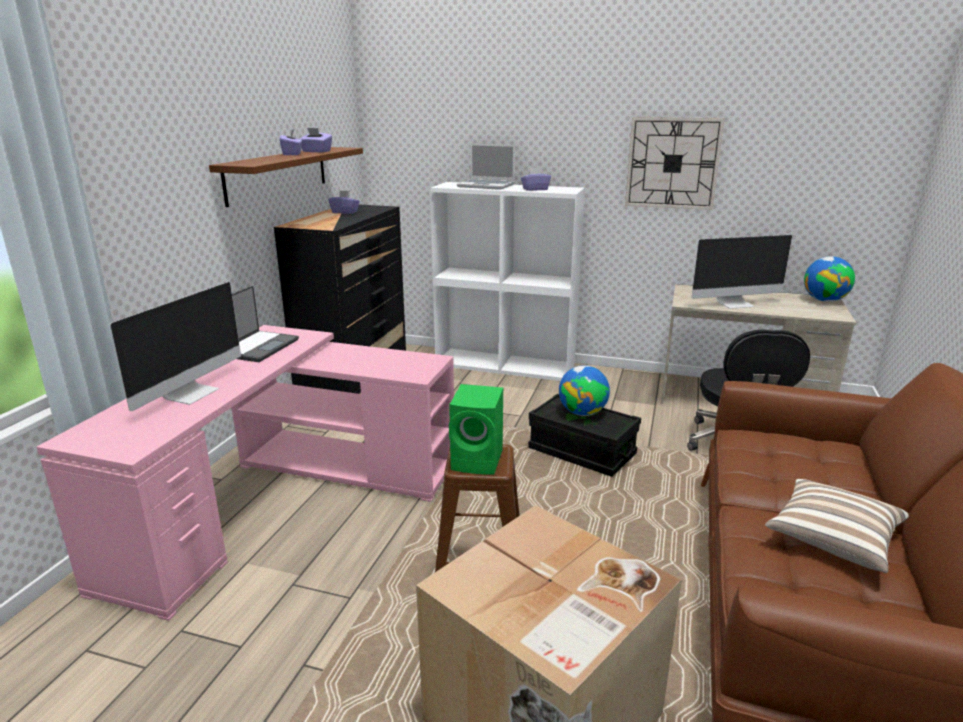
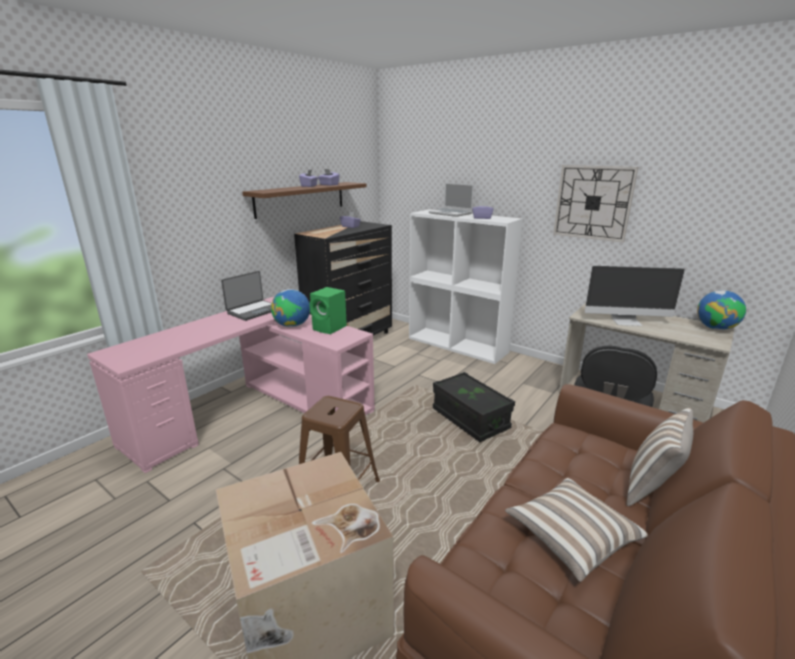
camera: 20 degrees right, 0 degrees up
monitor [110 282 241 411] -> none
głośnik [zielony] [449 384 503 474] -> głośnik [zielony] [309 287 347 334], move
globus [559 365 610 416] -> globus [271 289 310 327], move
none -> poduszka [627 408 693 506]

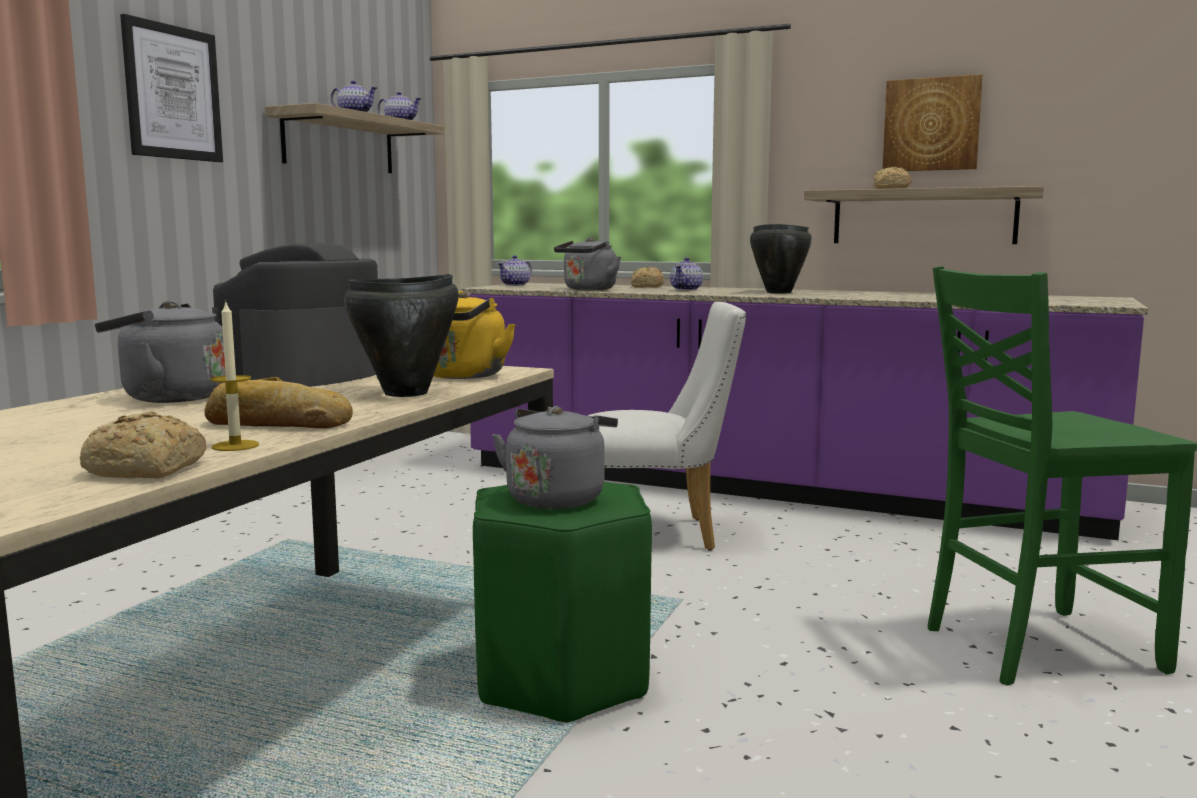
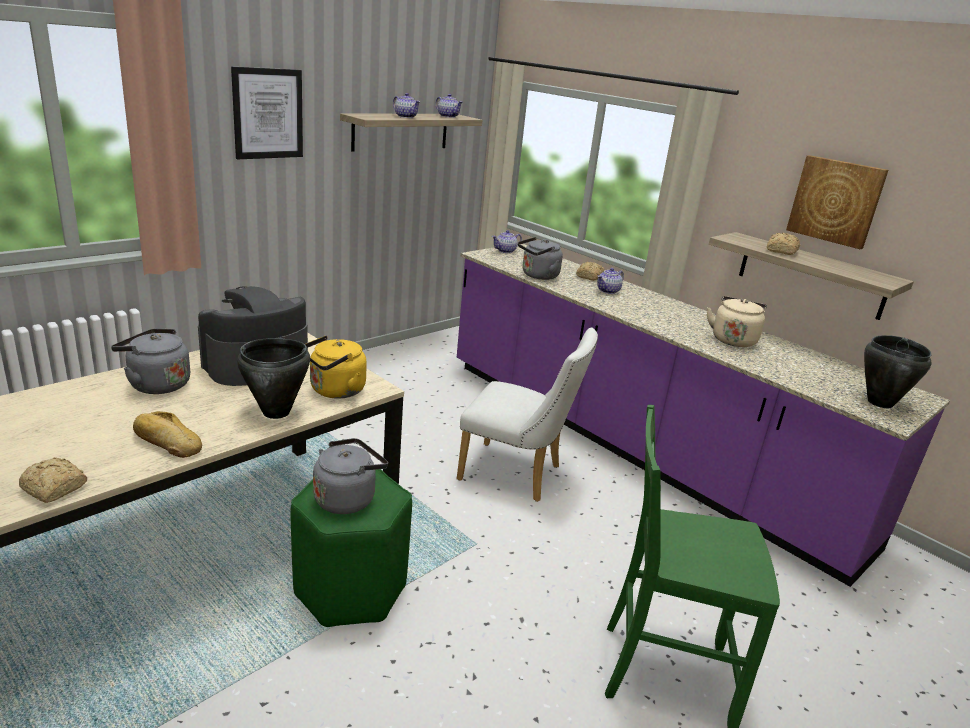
camera: 20 degrees right, 15 degrees up
świeca [210 301 259 451] -> none
garnek [czarny] [750 224 812 293] -> garnek [czarny] [864 335 932 408], move
none -> czajnik [beżowy] [707 296 767 347]

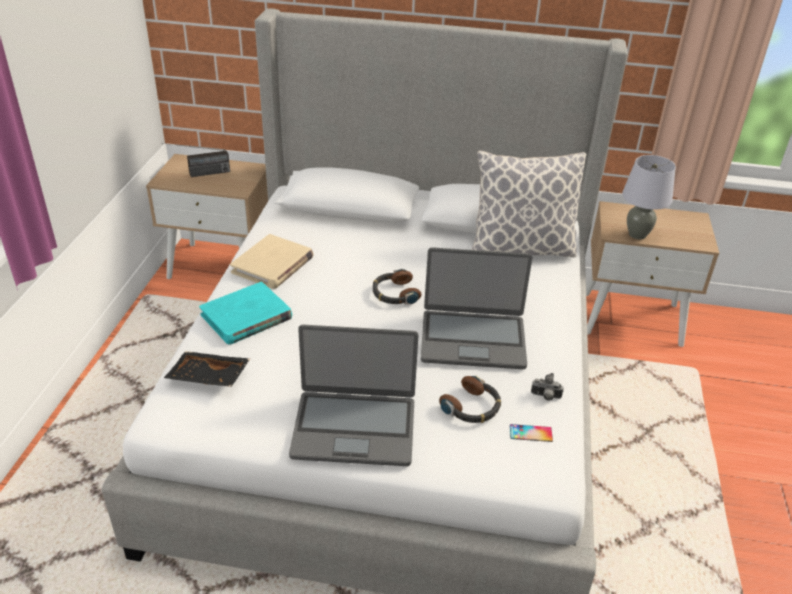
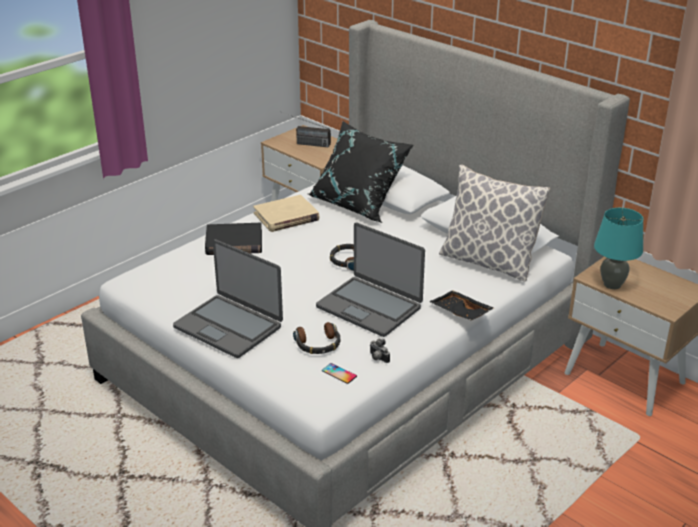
camera: 35 degrees right, 5 degrees down
taca [czarny] [164 351 250 387] -> taca [czarny] [429 290 494 321], move
książka [turkusowy] [199 282 292 344] -> książka [czarny] [205 223 262 255]
lampa stołowa [szary] [622 155 676 239] -> lampa stołowa [turkusowy] [594 208 643 289]
none -> poduszka [czarny] [308 121 414 223]

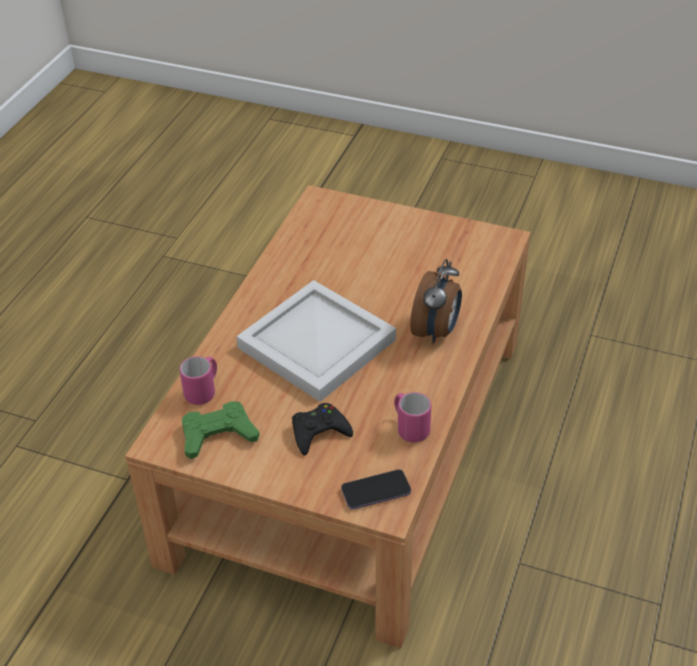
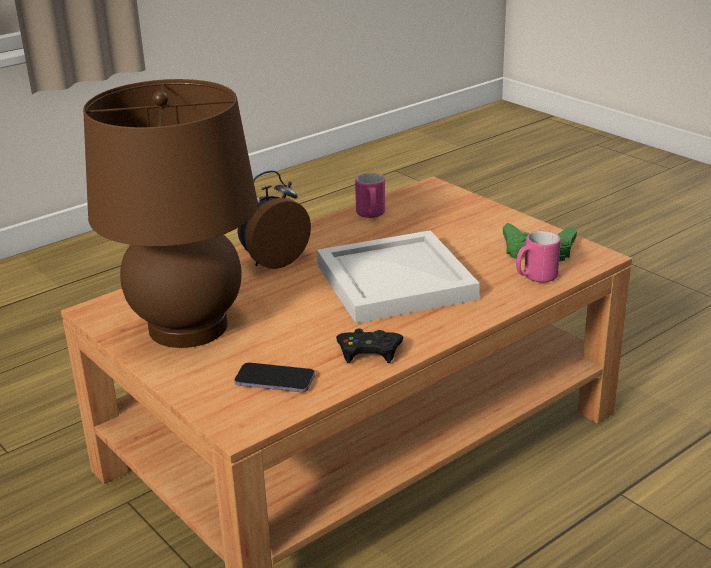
camera: 150 degrees left, 15 degrees down
pad do gier [czarny] [292 403 353 456] -> pad do gier [czarny] [336 329 403 363], move
telefon [341 470 411 510] -> telefon [234 363 315 392], move
none -> lampa stołowa [brązowy] [83 79 258 348]

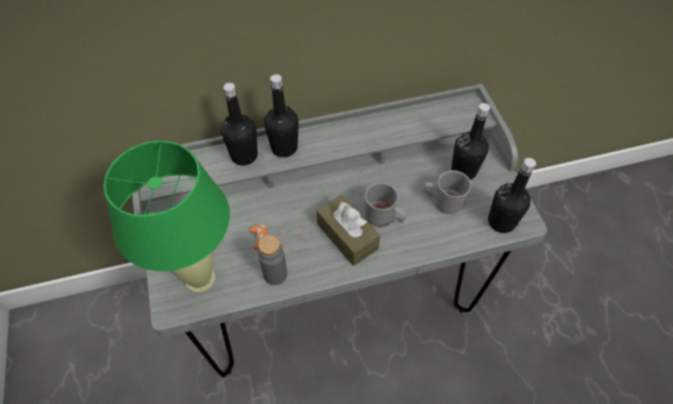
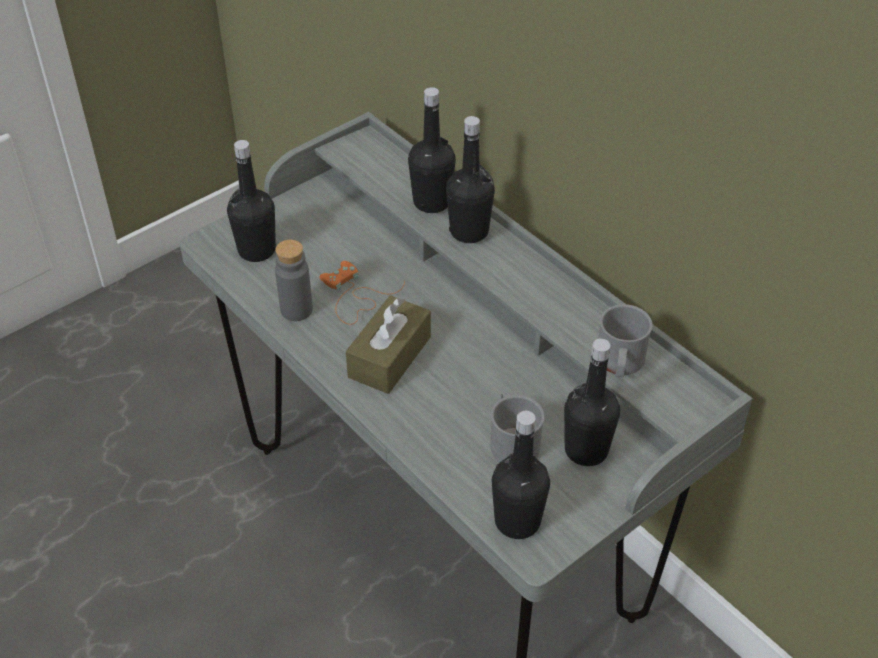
camera: 65 degrees right, 10 degrees down
lampa stołowa [zielony] [104 140 230 293] -> butelka [czarny] [227 140 276 262]
kubek [szary] [364 182 406 227] -> kubek [szary] [599 304 653 377], move

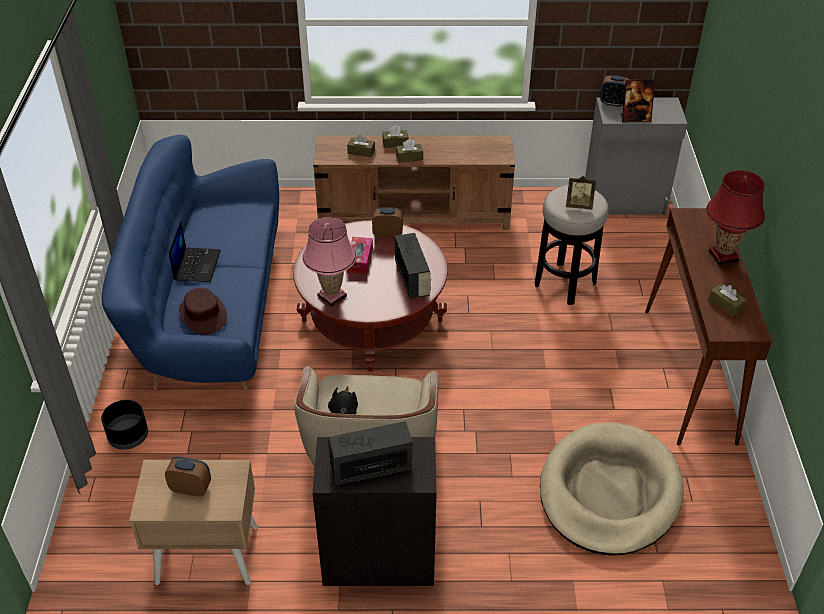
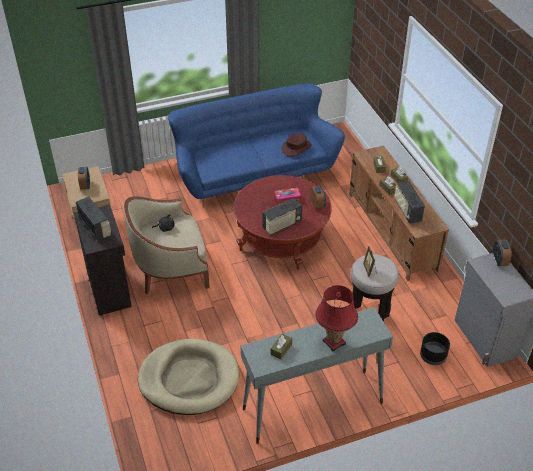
camera: 70 degrees right, 0 degrees up
donica [czarny] [101 400 148 450] -> donica [czarny] [420 332 450 365], move
laptop [169 221 221 282] -> none
kapelusz [brązowy] [179 288 227 335] -> kapelusz [brązowy] [281 133 312 157], move
lampa stołowa [różowy] [302 217 356 306] -> none
ramka na zdjęcie [621 79 655 122] -> none
stolik konsolowy [brązowy] [645 208 772 446] -> stolik konsolowy [szary] [240 307 393 444]
none -> radio [395 181 425 224]

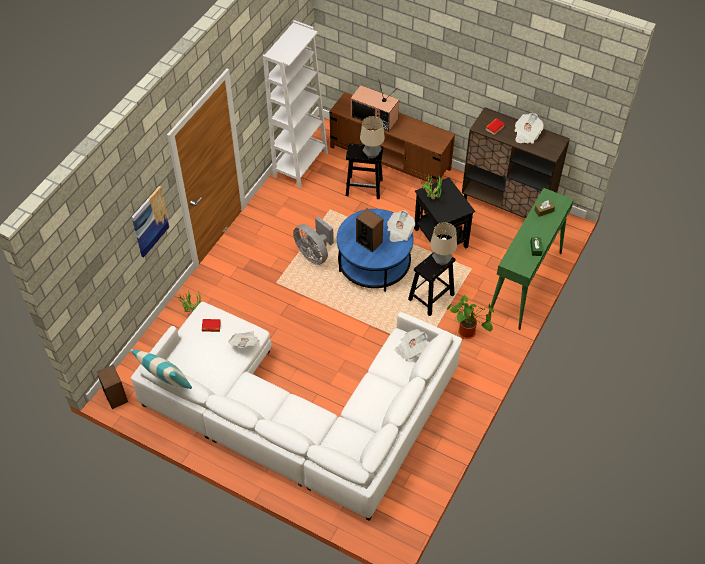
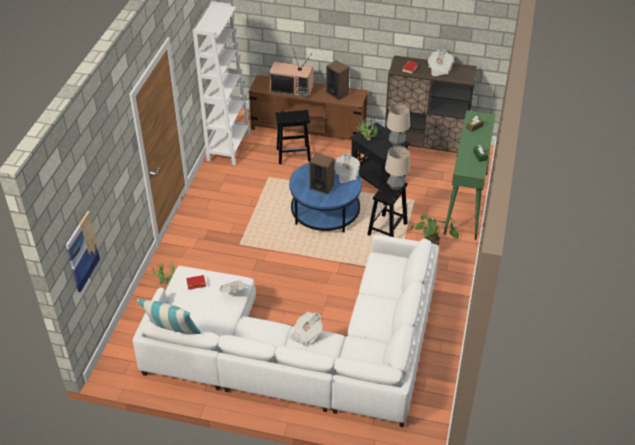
camera: 15 degrees left, 10 degrees down
głośnik [97 365 128 409] -> głośnik [326 60 350 100], move
obraz [132 186 170 257] -> obraz [66 211 101 292], move
wentylator [szary] [293 216 334 265] -> none
lampa stołowa [360 116 385 159] -> lampa stołowa [386 103 410 146], move
gazeta [395 329 428 361] -> gazeta [290 312 323 346], move

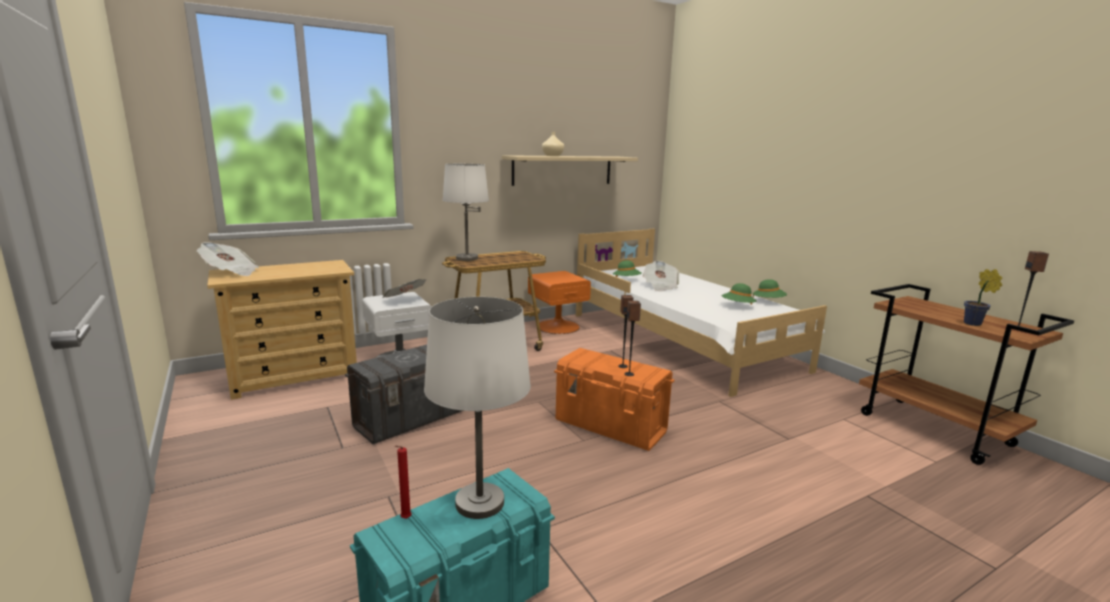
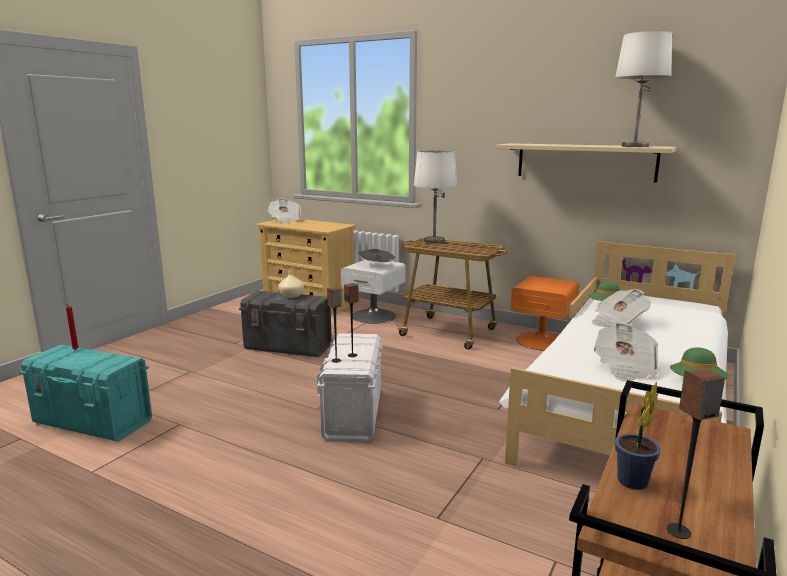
camera: 60 degrees right, 0 degrees up
lampa stołowa [biały] [424 297 531 519] -> lampa stołowa [biały] [615 31 672 147], move
wazon [beżowy] [542 132 564 156] -> wazon [beżowy] [278 270 304 298], move
pojemnik do przechowywania [pomarańczowy] [554 348 675 451] -> pojemnik do przechowywania [biały] [317 333 383 442]
kapelusz [zielony] [722 283 756 305] -> gazeta [594 322 659 382]

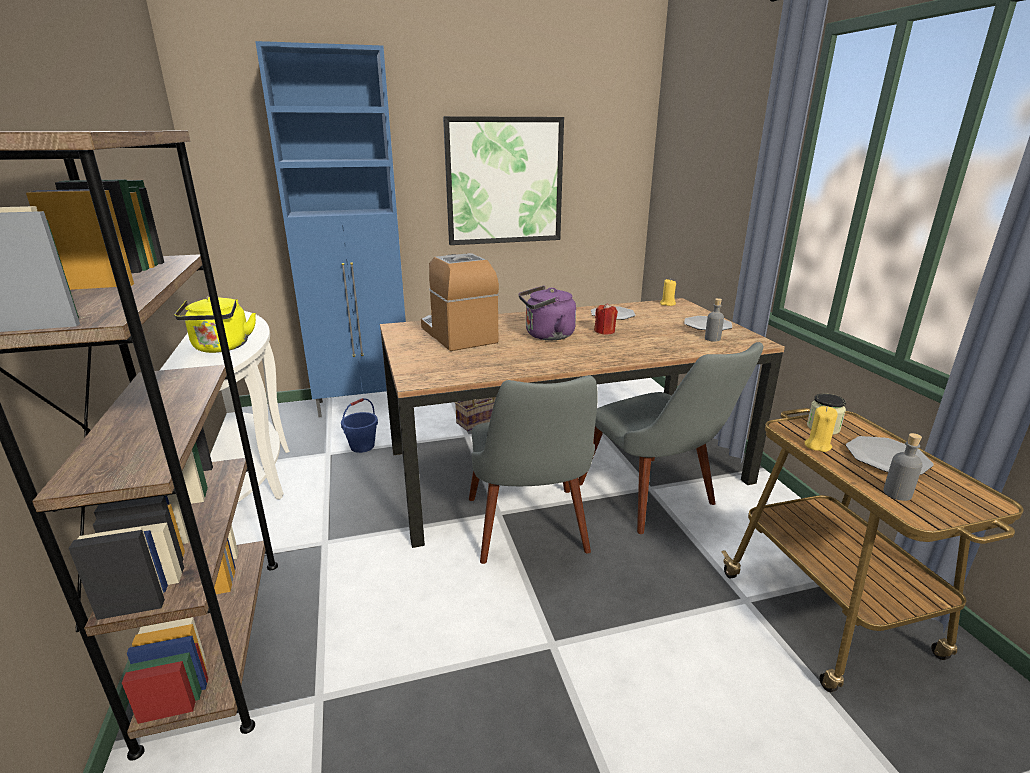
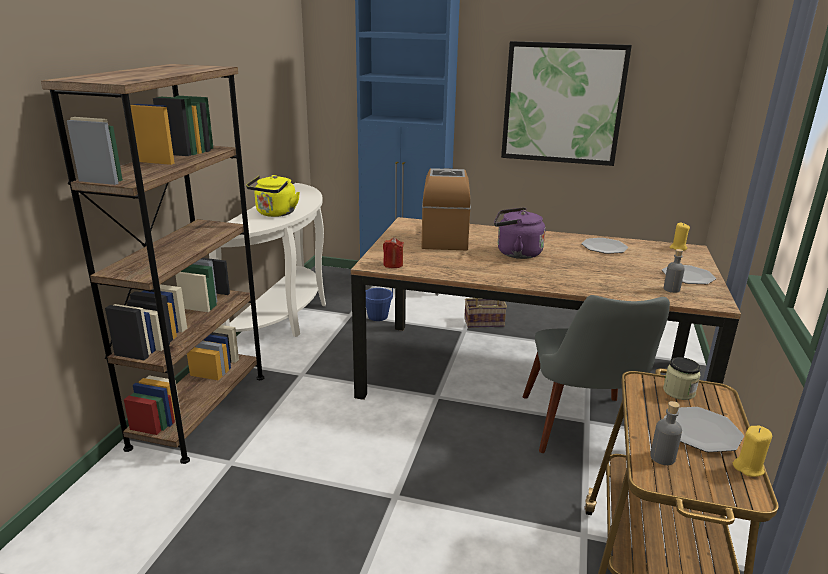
camera: 30 degrees right, 0 degrees up
krzesło [szary] [469 375 598 564] -> none
świeca [czerwony] [594 303 618 335] -> świeca [czerwony] [383 237 404 268], move
świeca [żółty] [805 406 837 452] -> świeca [żółty] [733 425 772 477], move

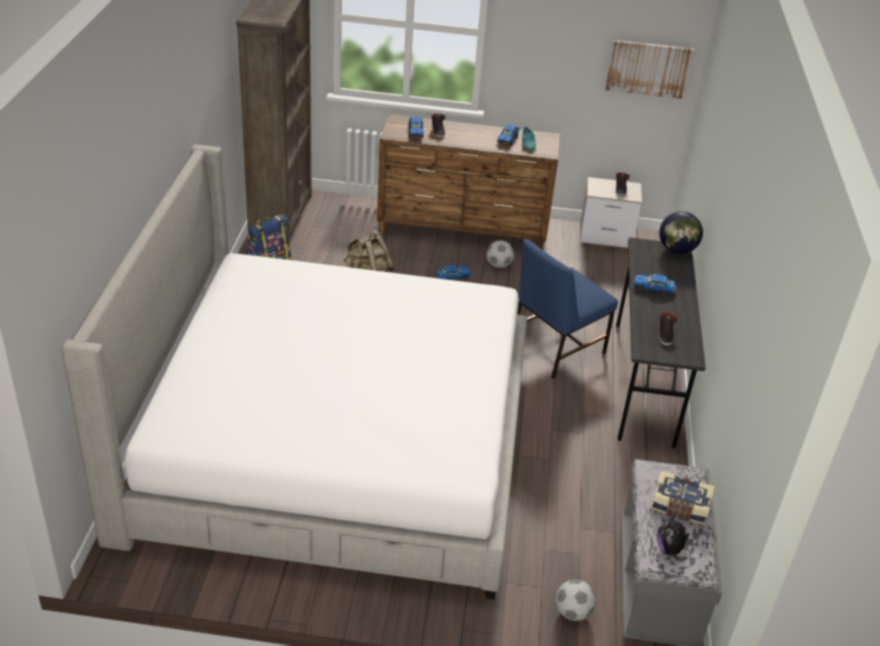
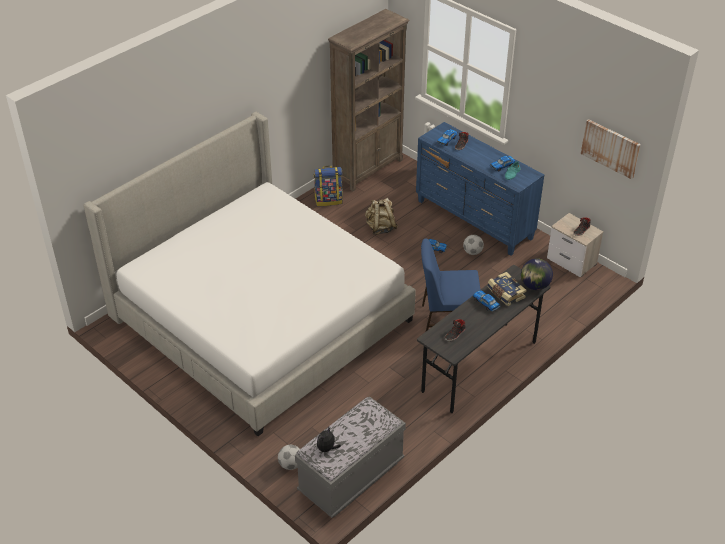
camera: 40 degrees right, 5 degrees up
komoda [brązowy] [377 114 560 250] -> komoda [niebieski] [416 122 544 256]
książka [650 471 715 525] -> książka [487 272 527 306], move

